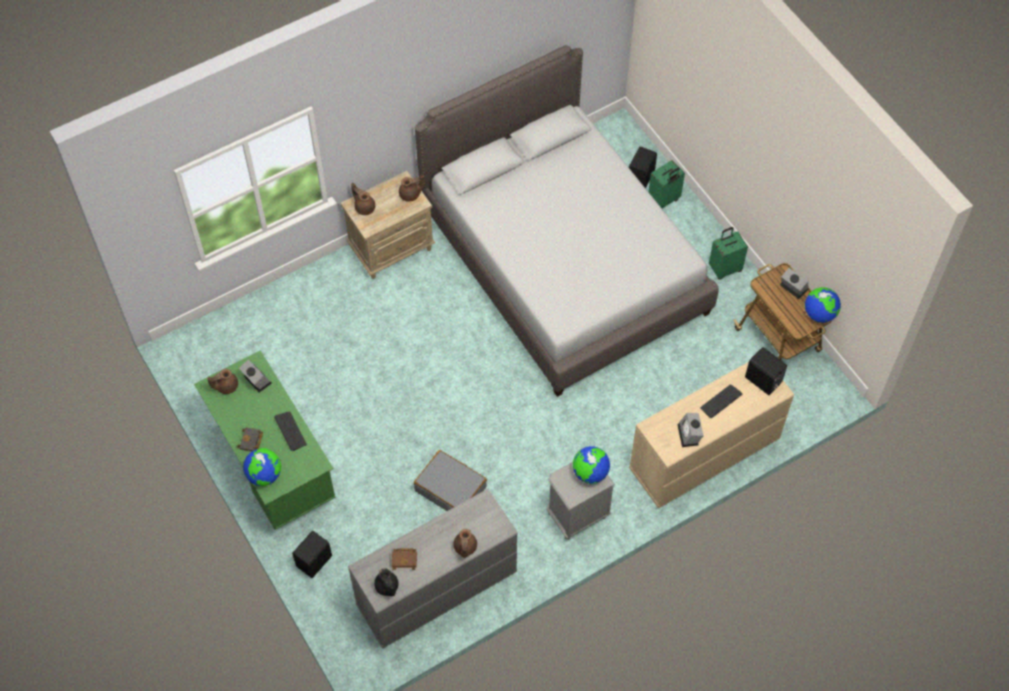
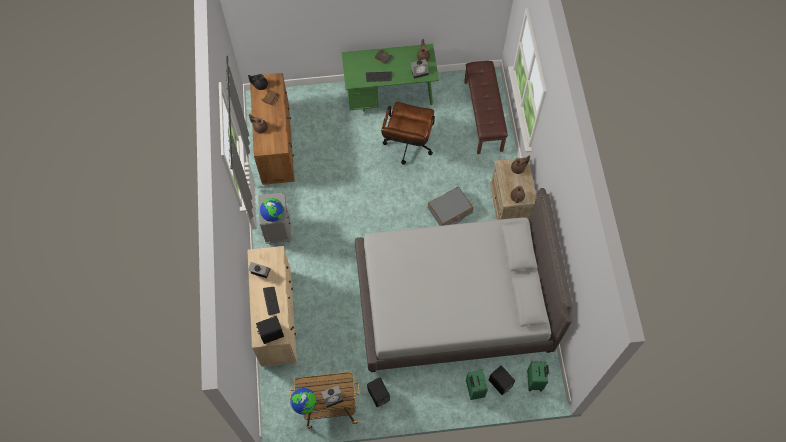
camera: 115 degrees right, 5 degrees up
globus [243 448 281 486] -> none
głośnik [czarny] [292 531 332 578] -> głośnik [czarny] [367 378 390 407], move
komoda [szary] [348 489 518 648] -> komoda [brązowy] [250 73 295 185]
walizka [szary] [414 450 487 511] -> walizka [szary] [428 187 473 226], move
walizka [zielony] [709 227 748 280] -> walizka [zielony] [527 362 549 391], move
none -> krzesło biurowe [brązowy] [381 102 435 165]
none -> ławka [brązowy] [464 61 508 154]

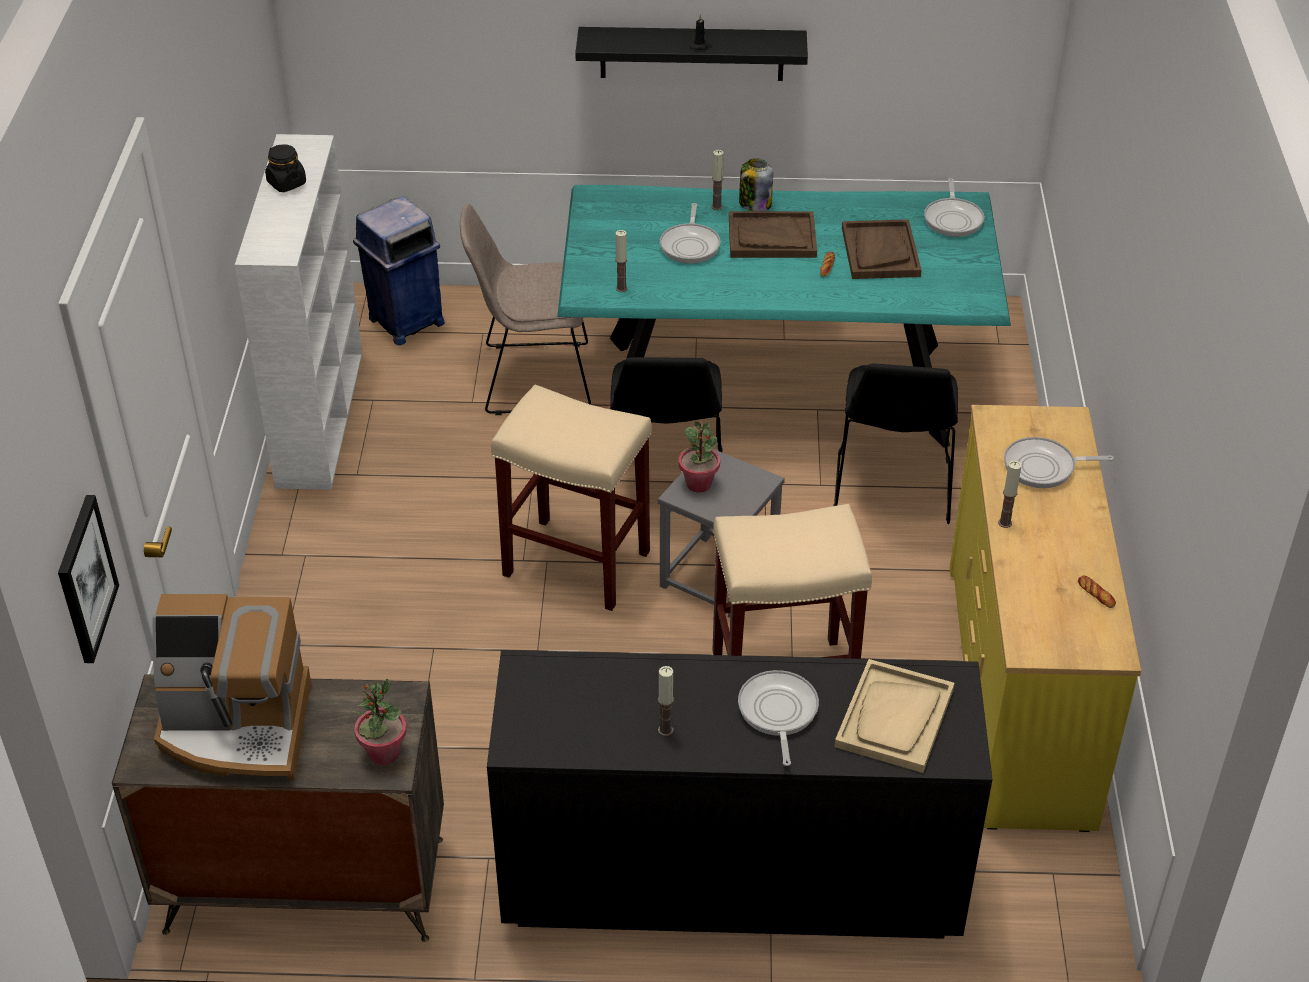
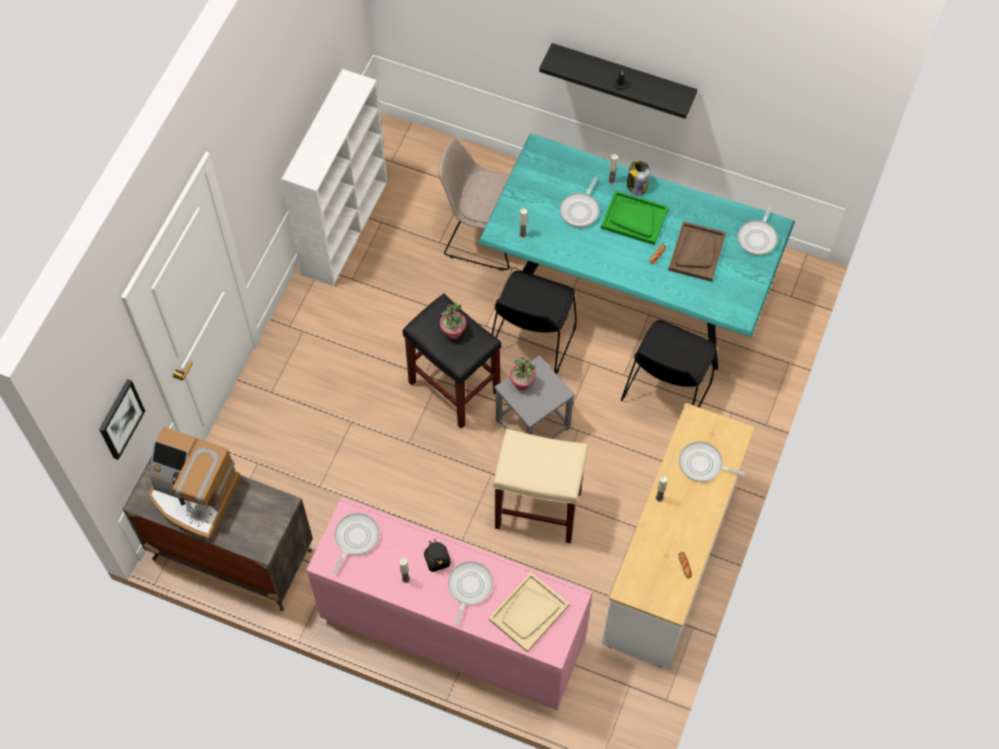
camera: 20 degrees right, 20 degrees up
słoik [czarny] [265 144 306 192] -> słoik [czarny] [424 539 451 572], move
kosz na śmieci [niebieski] [353 196 445 345] -> none
roślina doniczkowa [353 679 407 765] -> roślina doniczkowa [440 302 466 339], move
komoda [czarny] [487 650 992 939] -> komoda [różowy] [306 497 592 710]
stołek [beżowy] [491 385 652 611] -> stołek [czarny] [403 293 502 429]
taca [brązowy] [729 211 817 258] -> taca [zielony] [601 190 669 245]
komoda [żółty] [950 405 1141 832] -> komoda [biały] [602 403 755 669]
none -> patelnia [333 513 379 573]

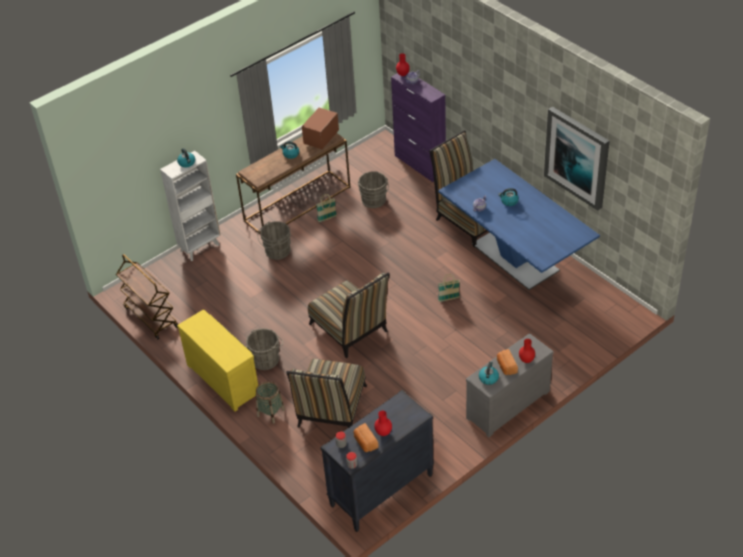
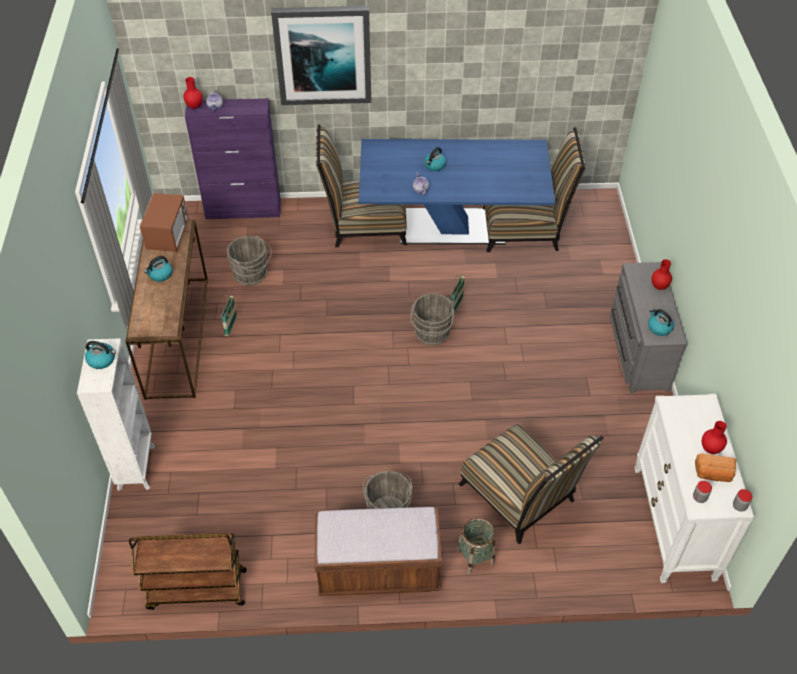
camera: 55 degrees left, 5 degrees up
komoda [żółty] [177 309 258 412] -> ławka [brązowy] [315 507 442 596]
wiadro [szary] [257 221 291 260] -> wiadro [szary] [410 293 455 345], move
mikrofalówka [302 108 339 149] -> mikrofalówka [140 193 188 252], 150 degrees counterclockwise
krzesło [308 273 390 358] -> krzesło [483 127 586 252], move
komoda [czarny] [320 390 434 532] -> komoda [biały] [635 394 754 583]
chleb [497 349 518 375] -> none
obraz [544 107 610 210] -> obraz [271 6 371 105], move

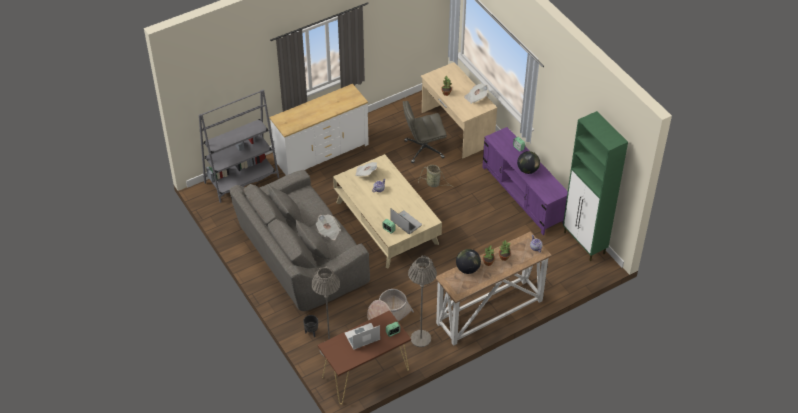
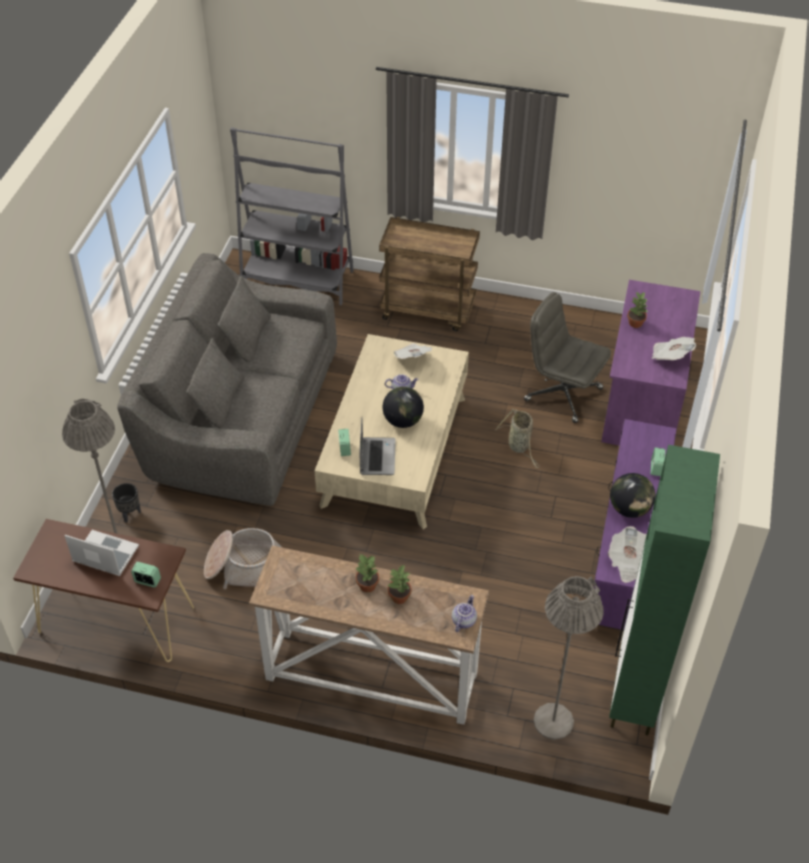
camera: 45 degrees right, 0 degrees up
komoda [biały] [270 84 369 175] -> wózek [brązowy] [379 217 480 331]
gazeta [316 214 341 240] -> gazeta [608 526 647 583], move
lampa stojąca [szary] [408 255 437 347] -> lampa stojąca [szary] [534 576 604 740], move
biurko [beżowy] [421 62 497 158] -> biurko [fioletowy] [601 280 700 446]
globus [456 249 481 274] -> globus [383 387 424 428], move

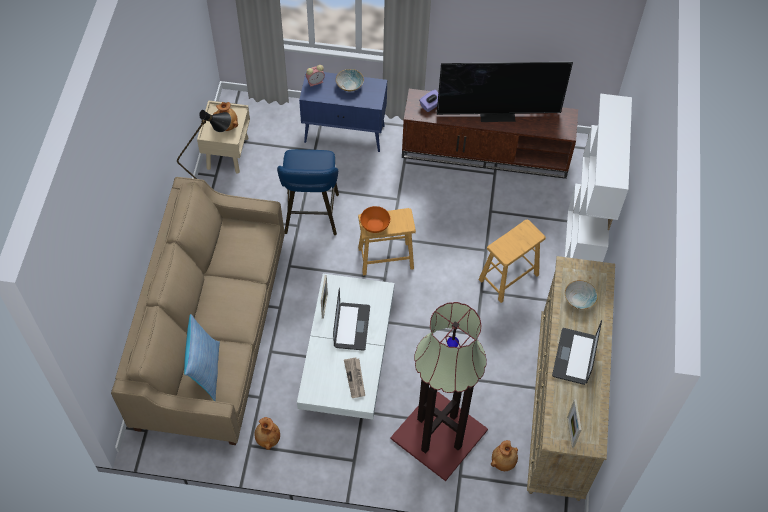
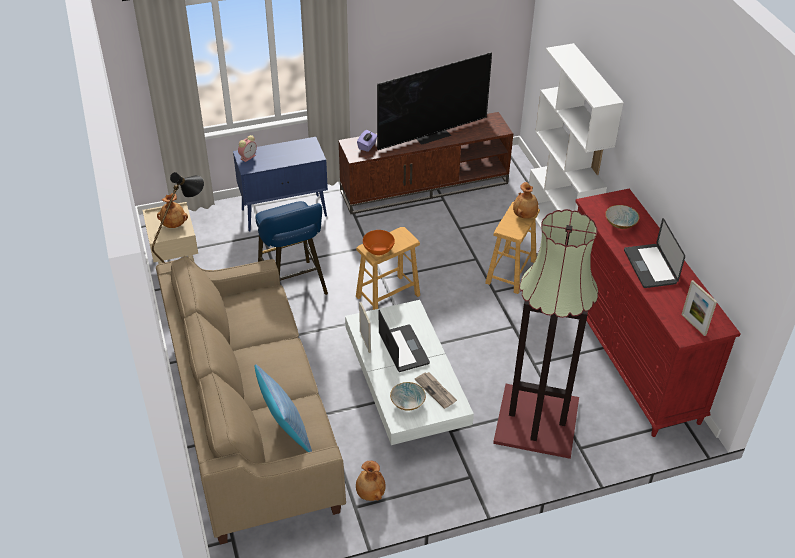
camera: 25 degrees left, 15 degrees down
miska [336 69 364 91] -> miska [390 382 426 411], move
wazon [brązowy] [491 440 518 471] -> wazon [brązowy] [513 182 538 219], move
komoda [beżowy] [527 256 615 501] -> komoda [czerwony] [576 189 741 437]

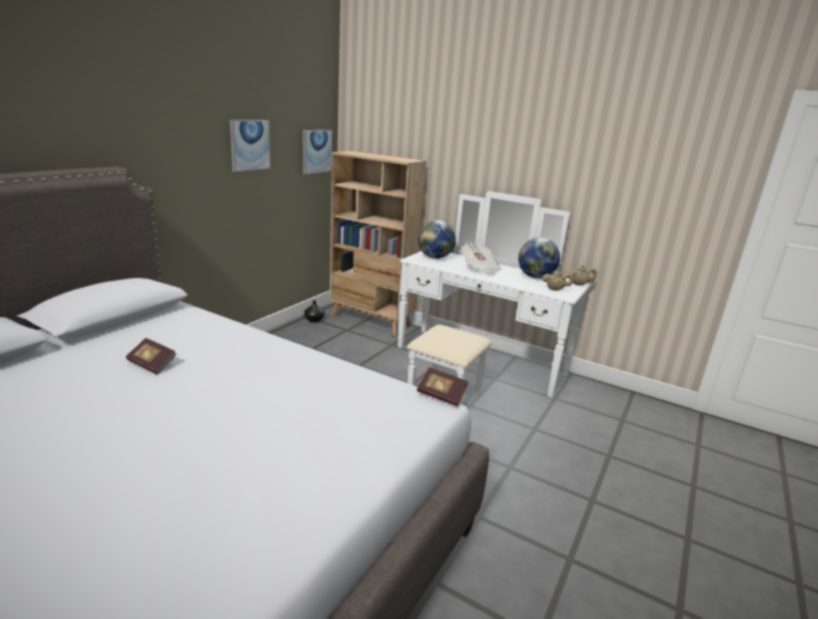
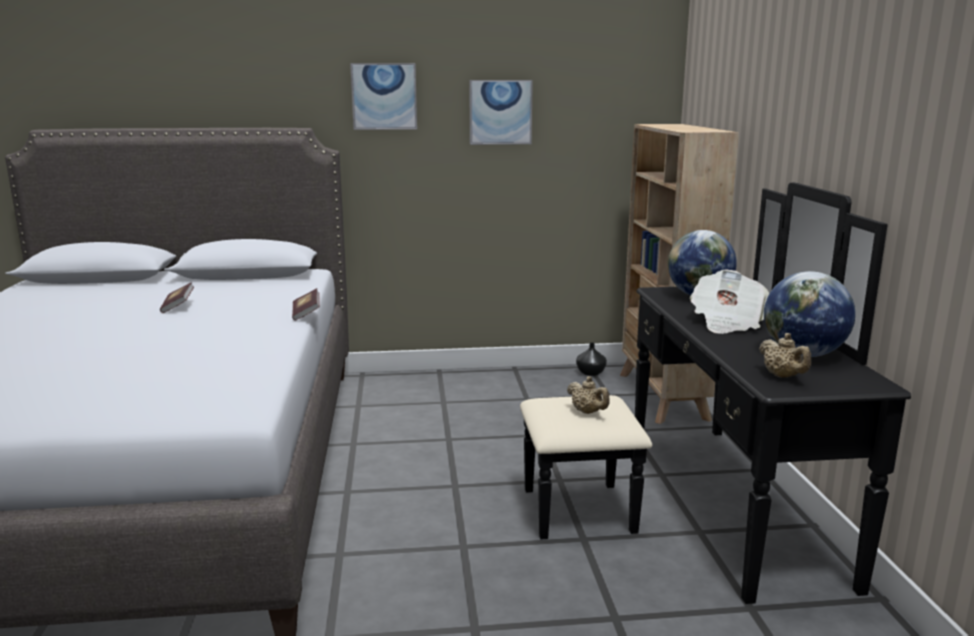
camera: 55 degrees right, 5 degrees down
obraz [303 130 332 174] -> obraz [350 63 417 130], move
komoda [biały] [398 191 591 403] -> komoda [czarny] [520 182 911 604]
książka [417 367 468 406] -> książka [292 288 320 321], move
imbryk [beżowy] [568 265 597 286] -> imbryk [beżowy] [567 376 610 414], move

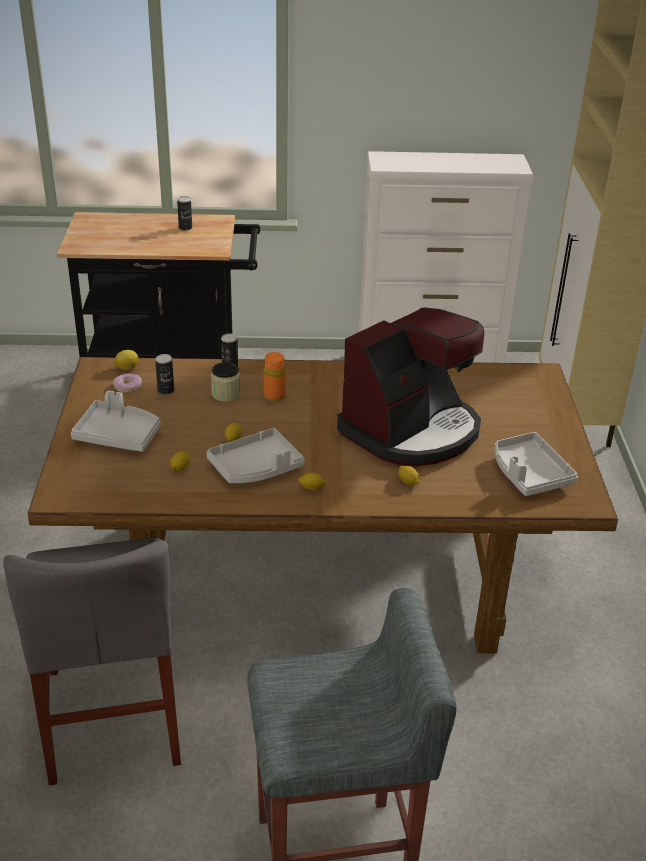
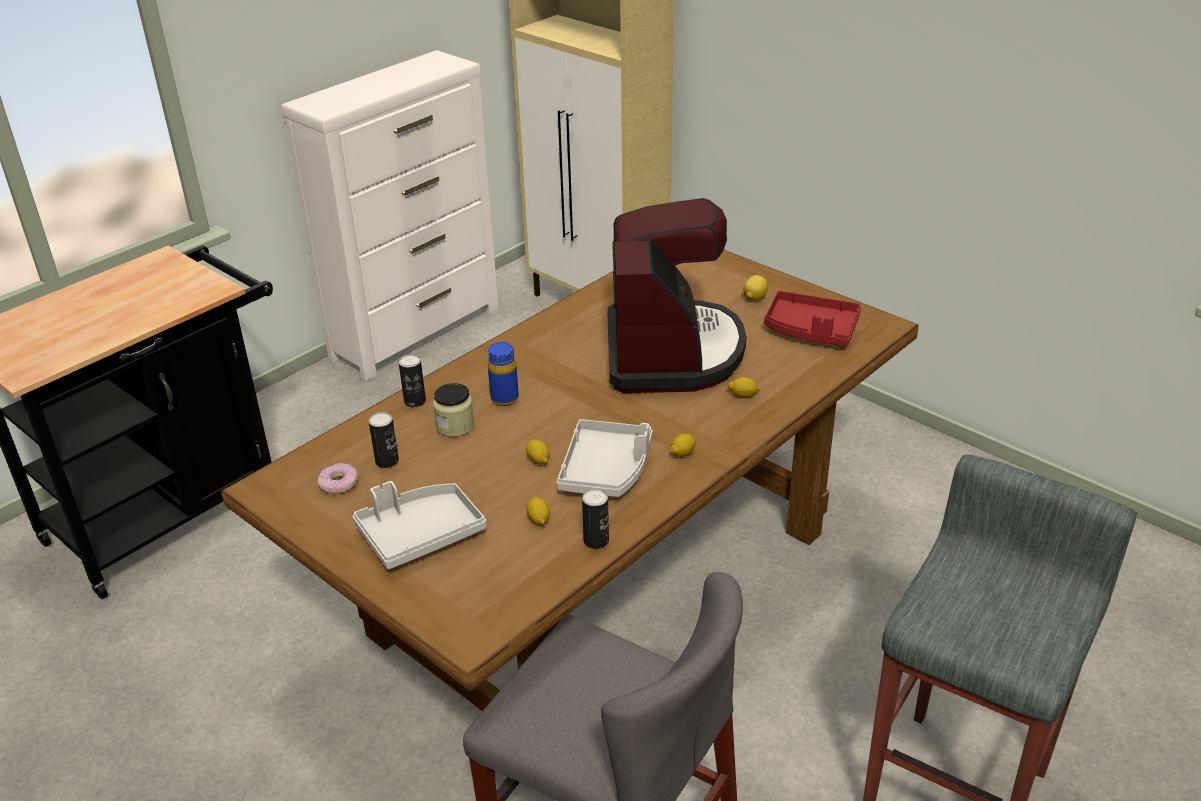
camera: 45 degrees left, 0 degrees up
cytryna [114 350 139 370] -> cytryna [743 275 768 301], move
puszka [177 196 192 231] -> puszka [582 488 609 549], move
butelka [pomarańczowy] [264 352 286 402] -> butelka [niebieski] [488 342 519 406]
taca [szary] [494 432 578 496] -> taca [czerwony] [764 291 861 346]

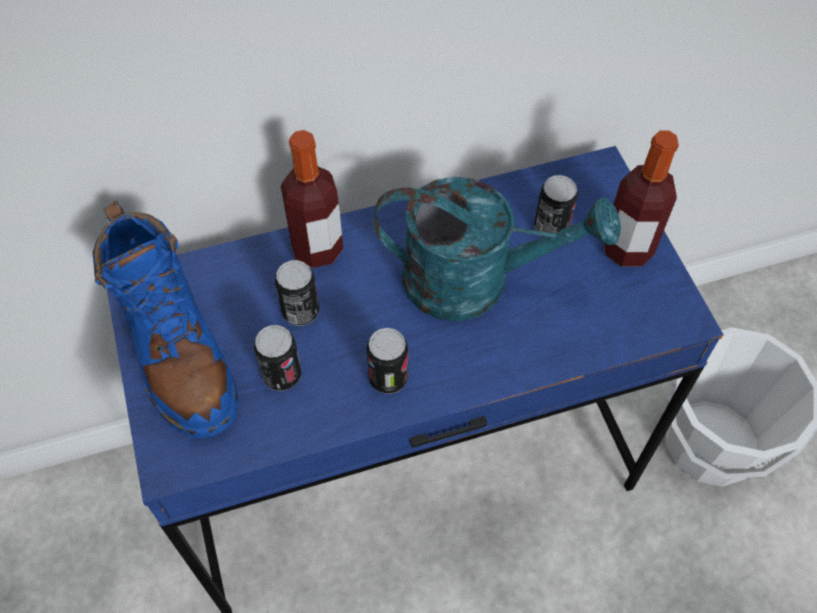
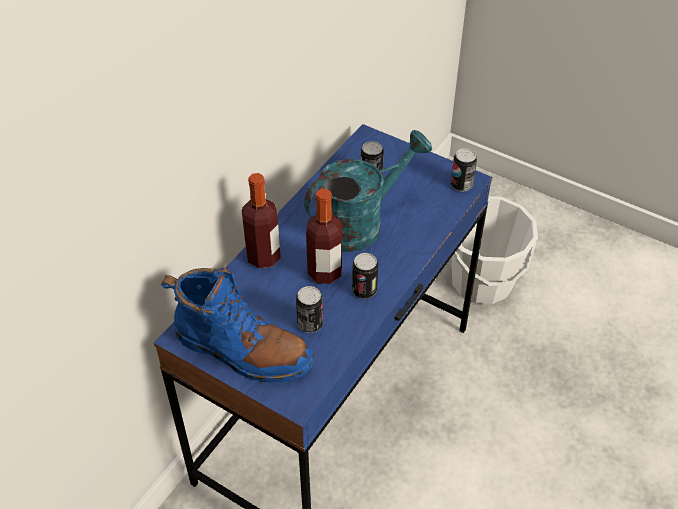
camera: 40 degrees left, 10 degrees down
puszka [275 260 319 326] -> puszka [451 148 477 192], move
butelka [604 131 679 267] -> butelka [306 188 342 284], move

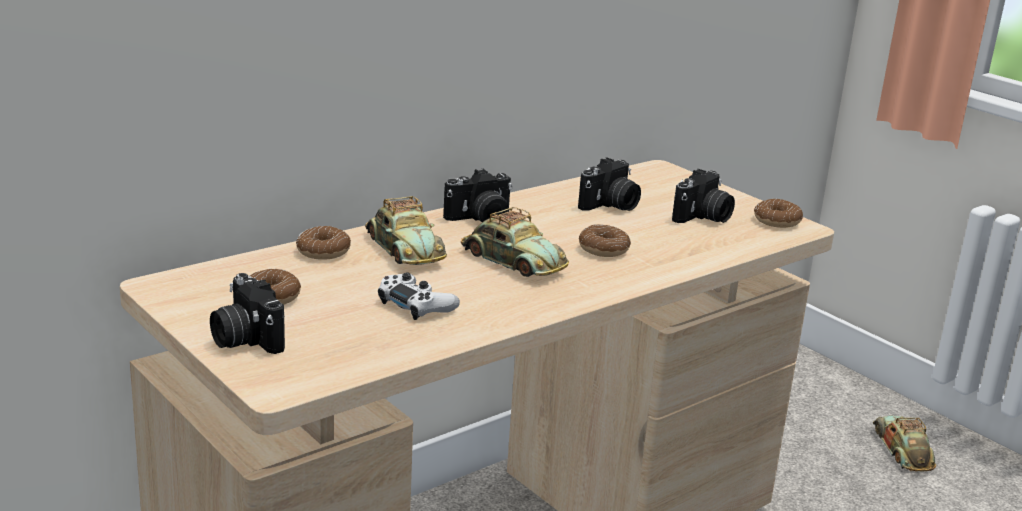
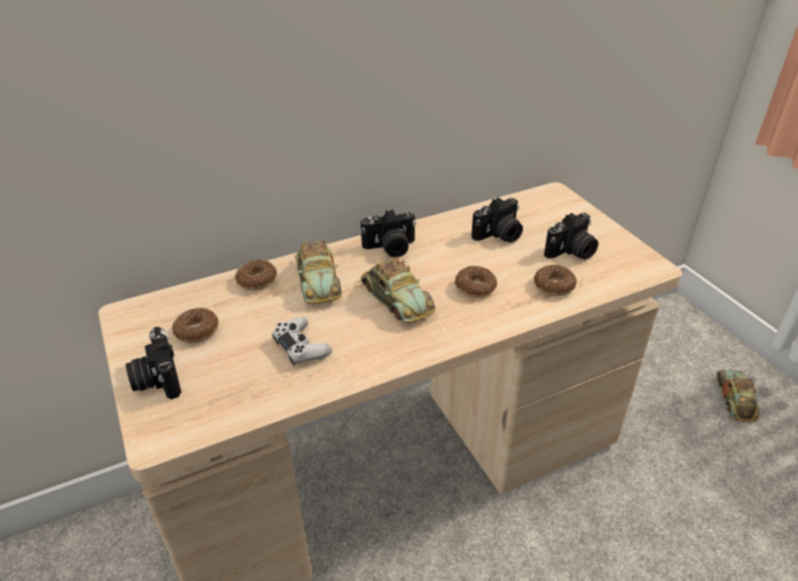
camera: 15 degrees right, 15 degrees up
donut [754 199 803 228] -> donut [534 265 577 296], move

